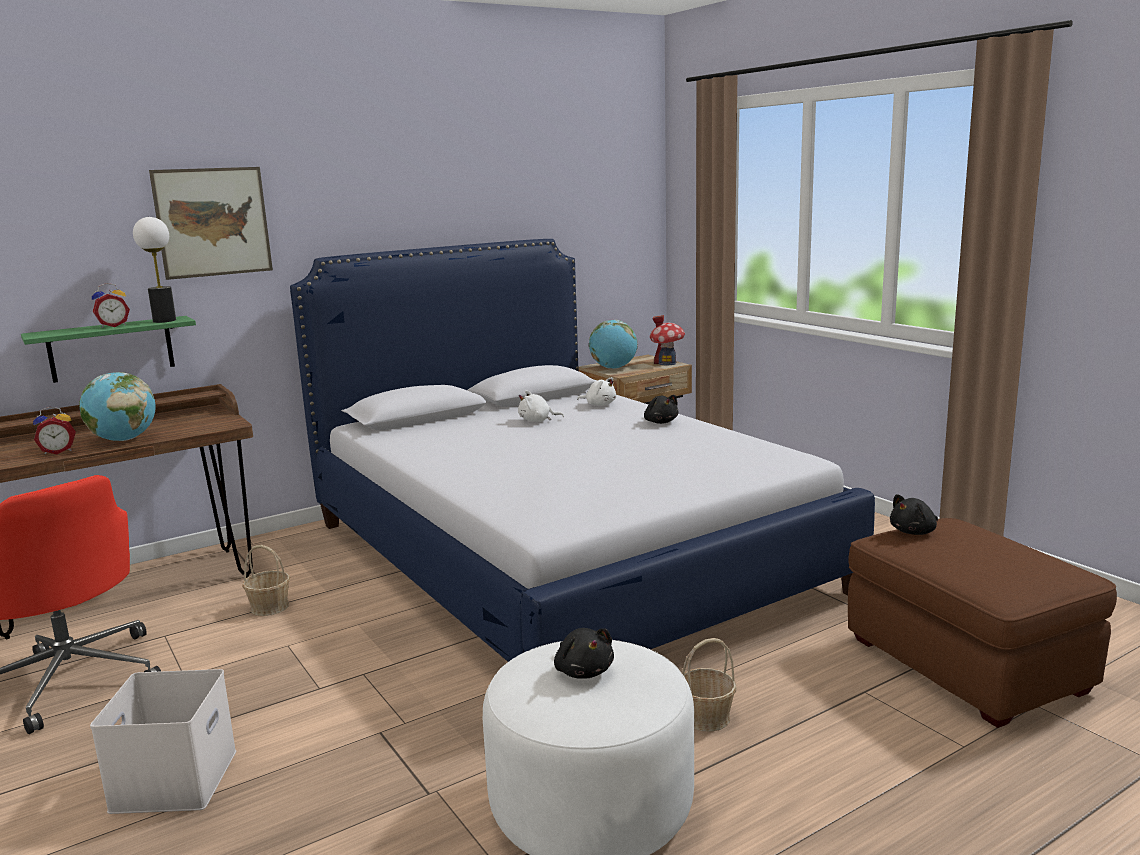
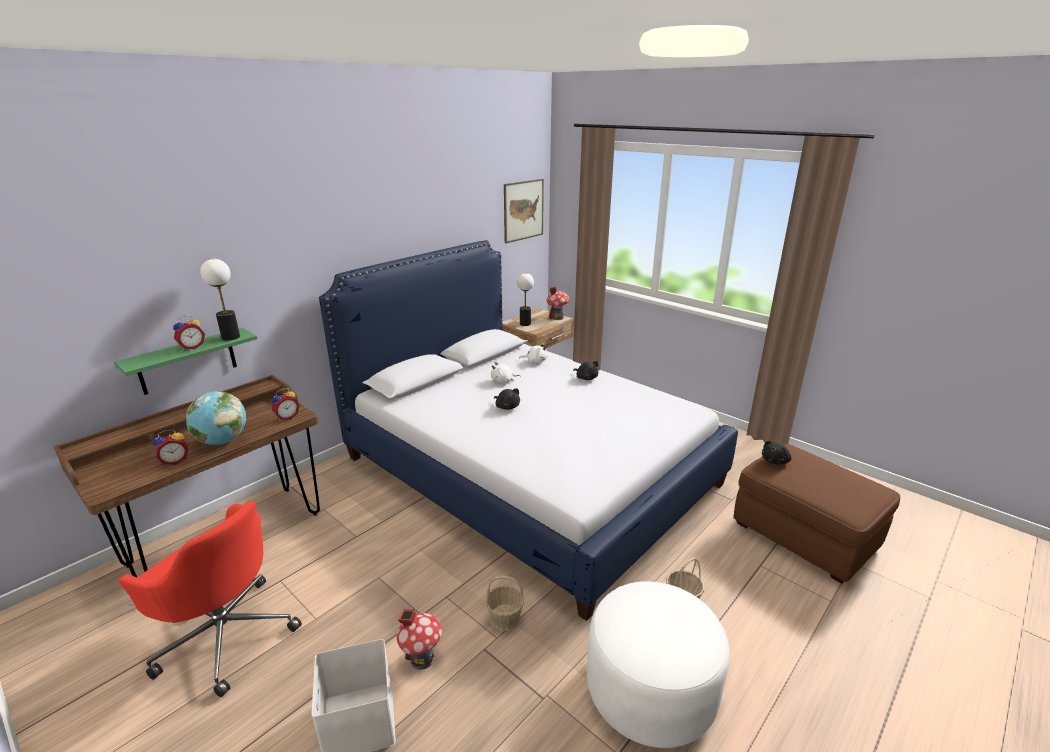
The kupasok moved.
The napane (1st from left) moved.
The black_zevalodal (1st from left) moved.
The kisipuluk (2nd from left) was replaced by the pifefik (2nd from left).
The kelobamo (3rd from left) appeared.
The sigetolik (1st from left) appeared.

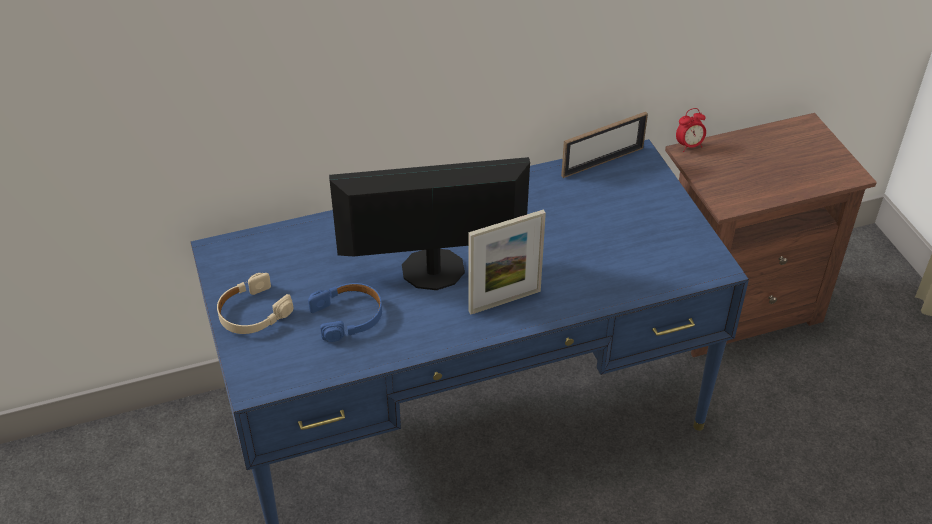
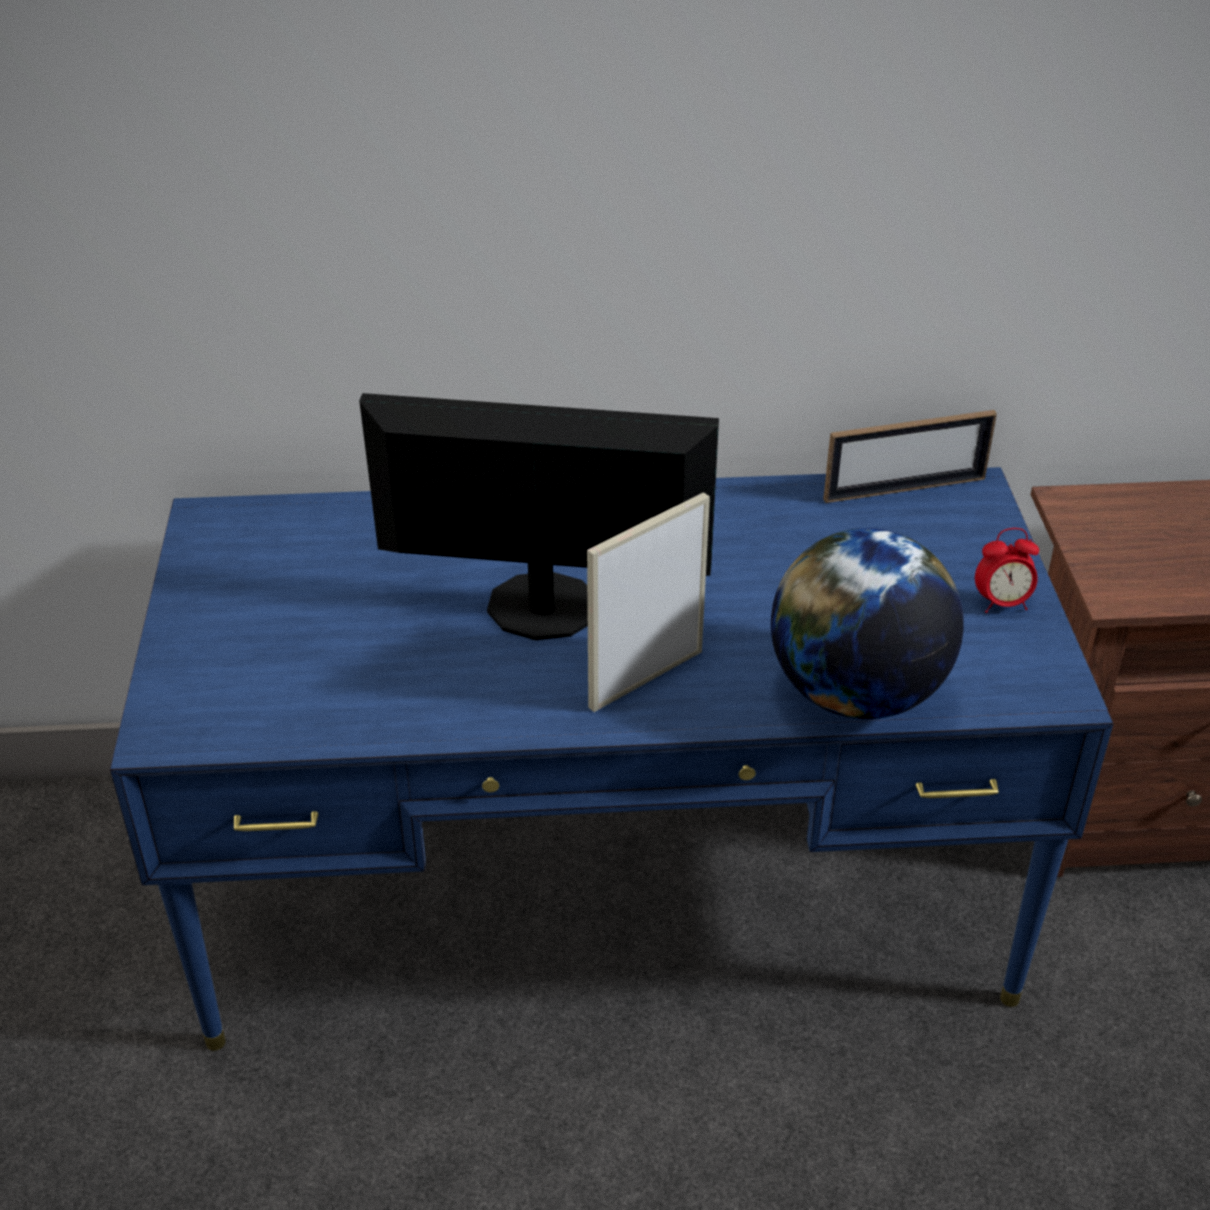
The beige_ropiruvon disappeared.
The blue_ropiruvon disappeared.
The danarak (1st from left) turned 150 degrees clockwise.
The kelobamo moved.
The kisipuluk appeared.

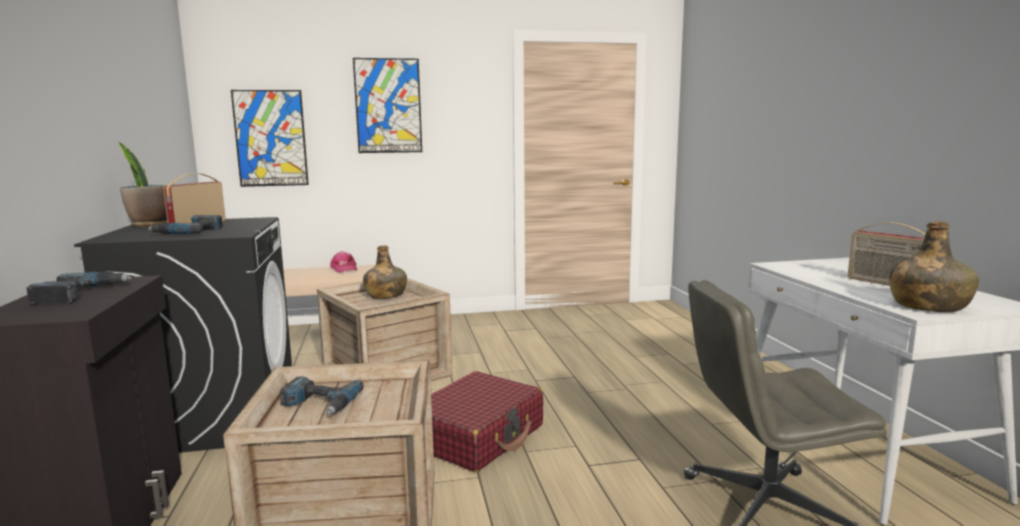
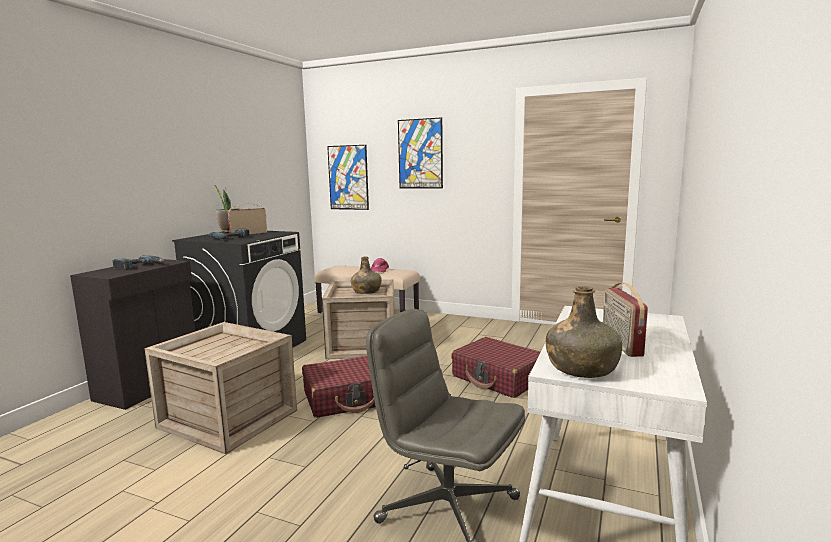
The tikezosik (3rd from left) disappeared.
The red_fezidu (2nd from left) appeared.

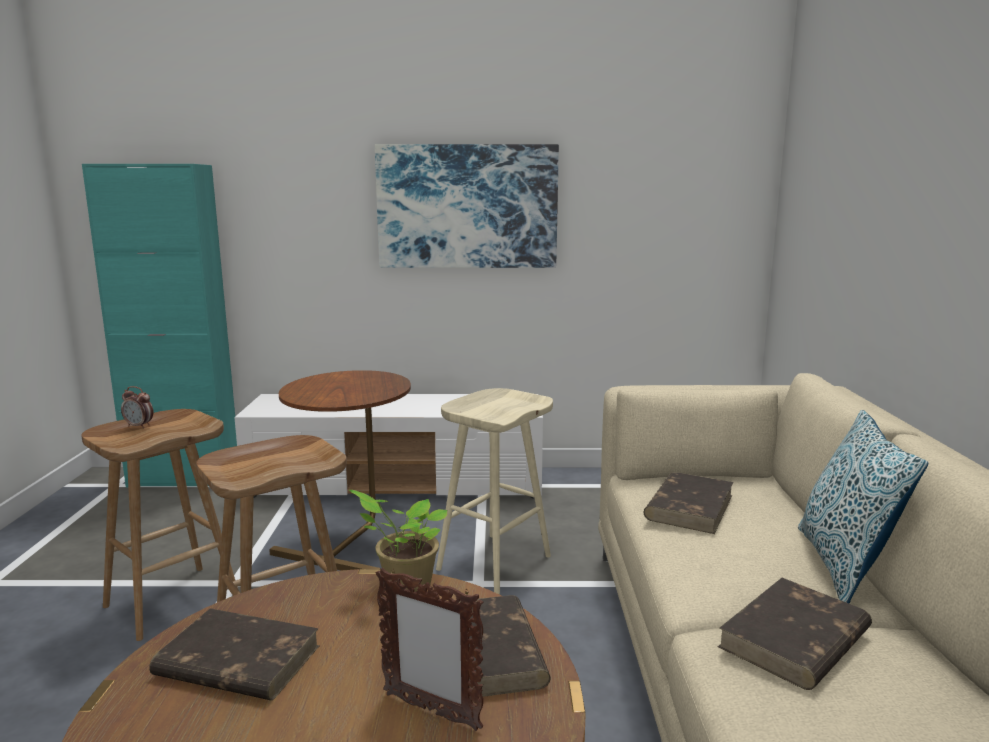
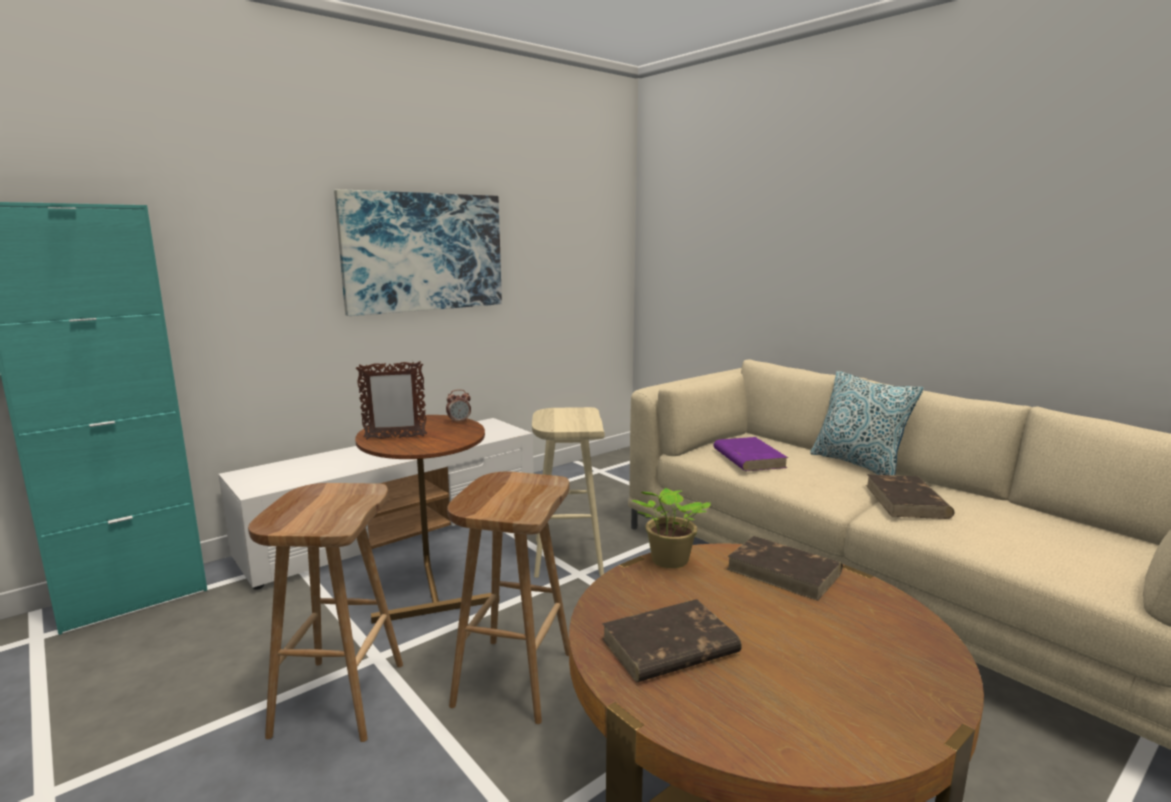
The kelobamo moved.
The danarak moved.
The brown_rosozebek (3rd from left) became the purple_rosozebek.

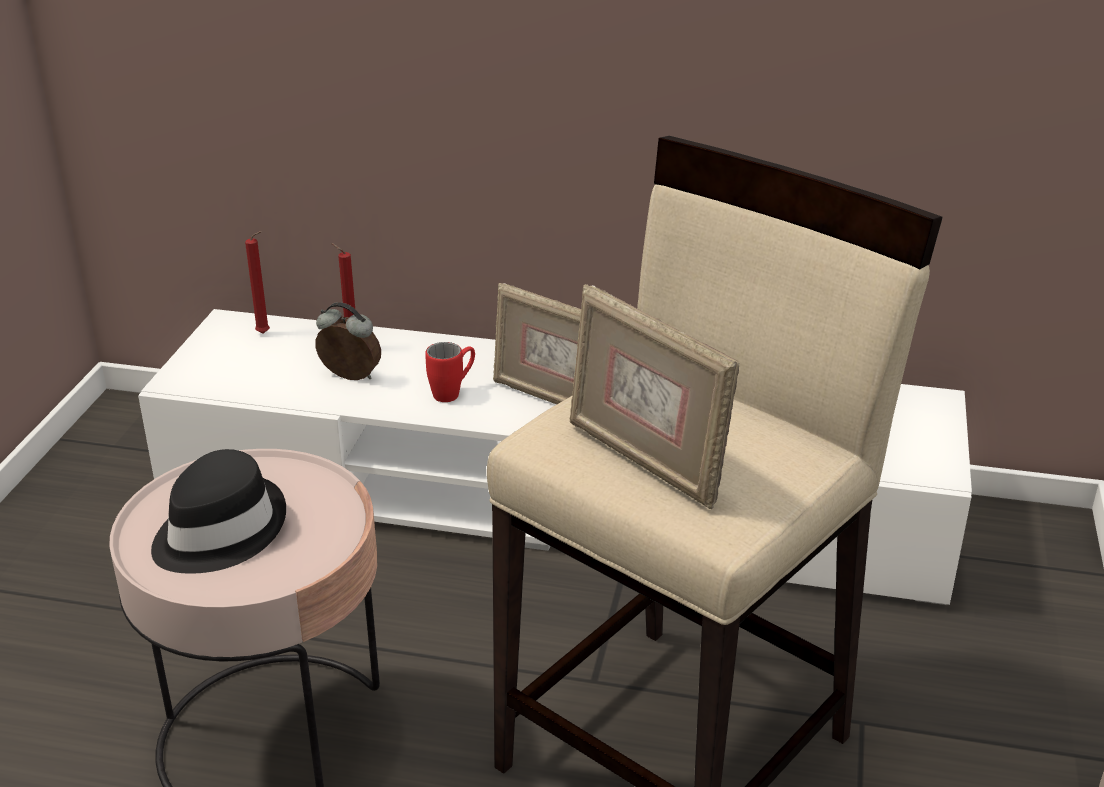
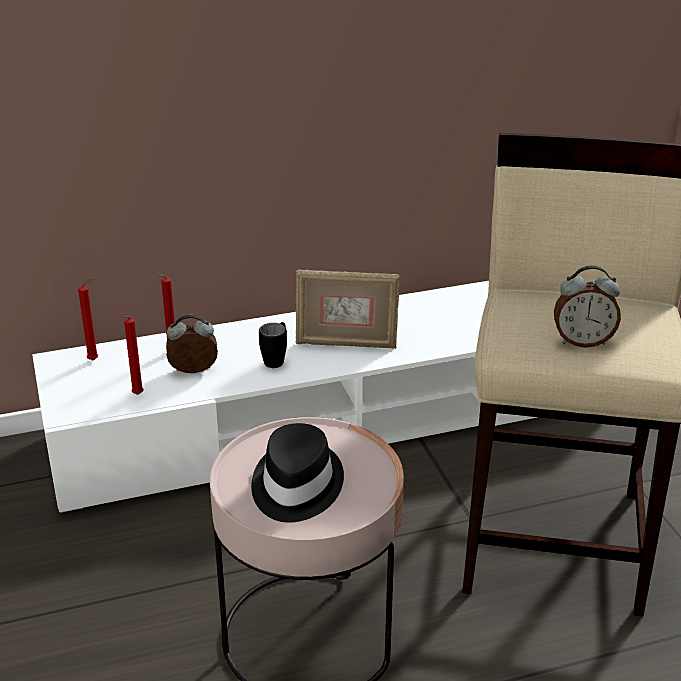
The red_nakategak became the black_nakategak.
The danarak (2nd from left) was replaced by the kelobamo (2nd from left).
The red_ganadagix (2nd from left) appeared.

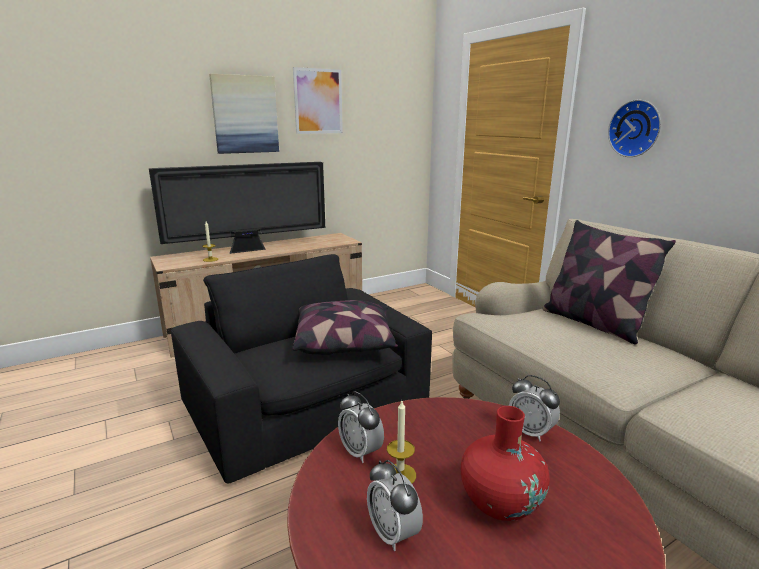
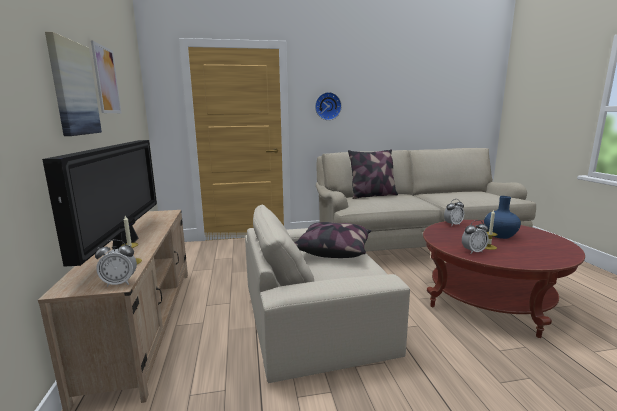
The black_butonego became the beige_butonego.
The kelobamo (2nd from left in the first image) moved.
The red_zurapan became the blue_zurapan.

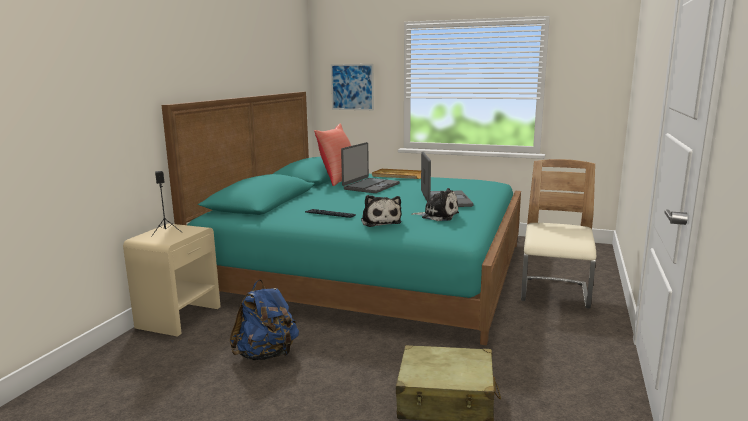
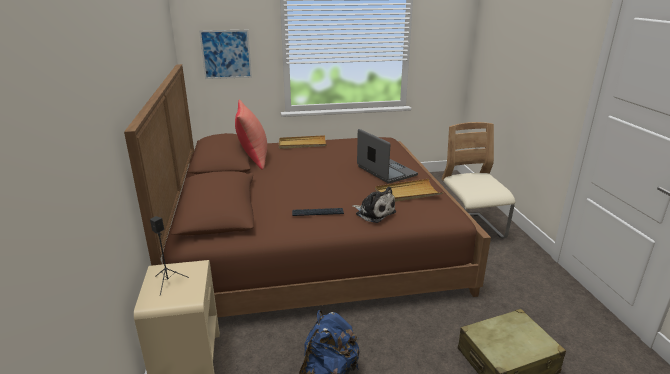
The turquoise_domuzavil became the brown_domuzavil.
The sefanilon (1st from left) disappeared.
The zevalodal (2nd from left) was replaced by the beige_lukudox (2nd from left).

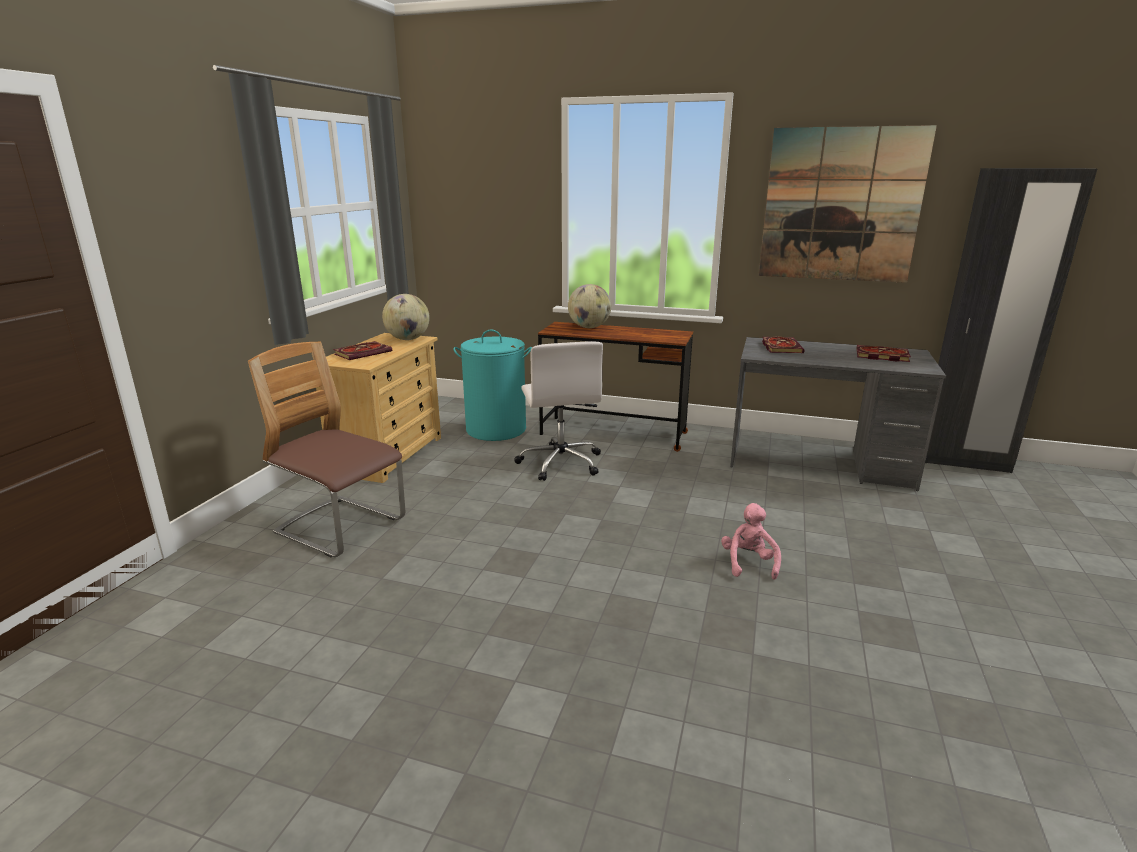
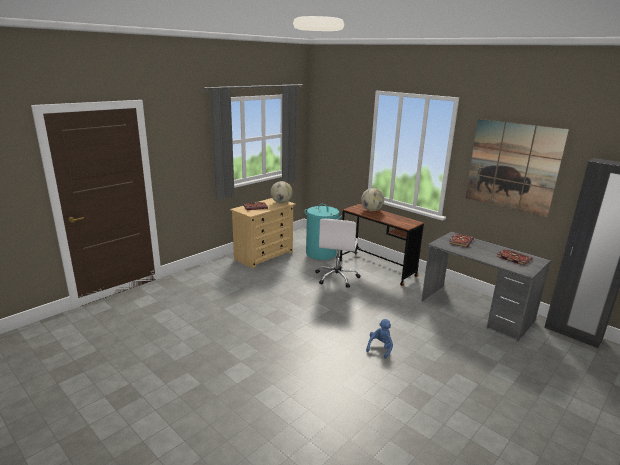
The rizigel disappeared.
The pink_zevalodal became the blue_zevalodal.

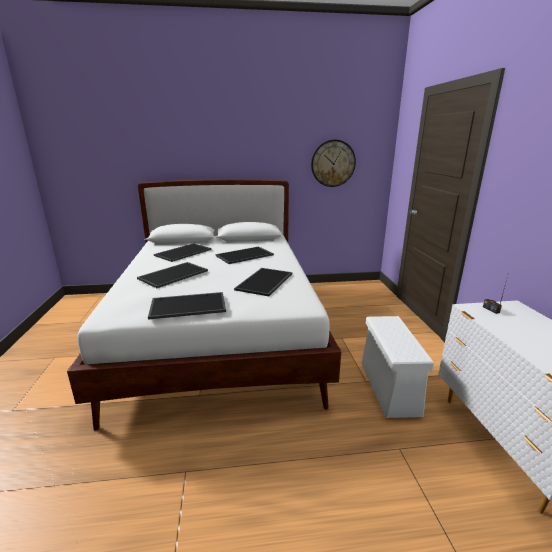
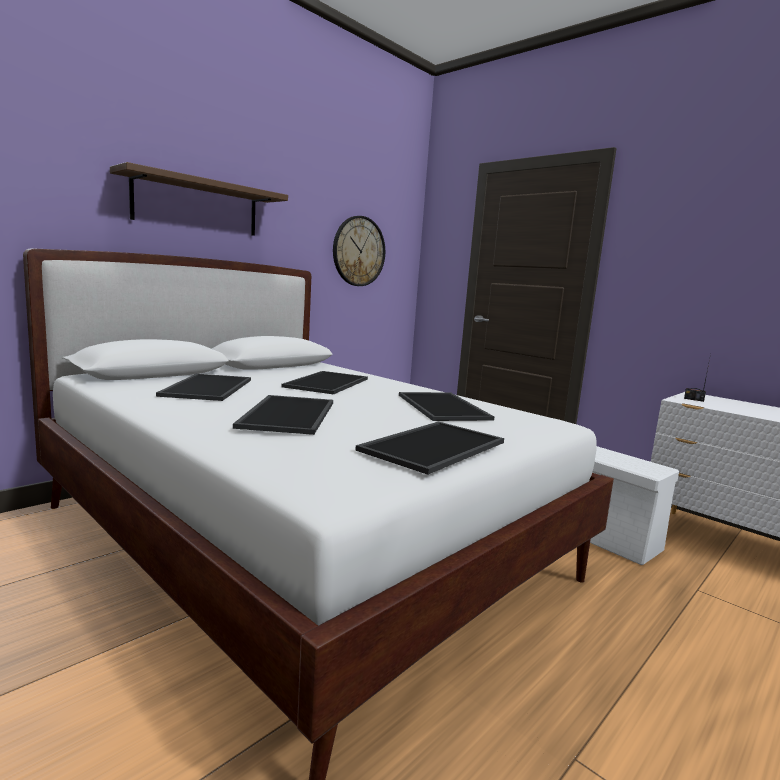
The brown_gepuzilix appeared.

